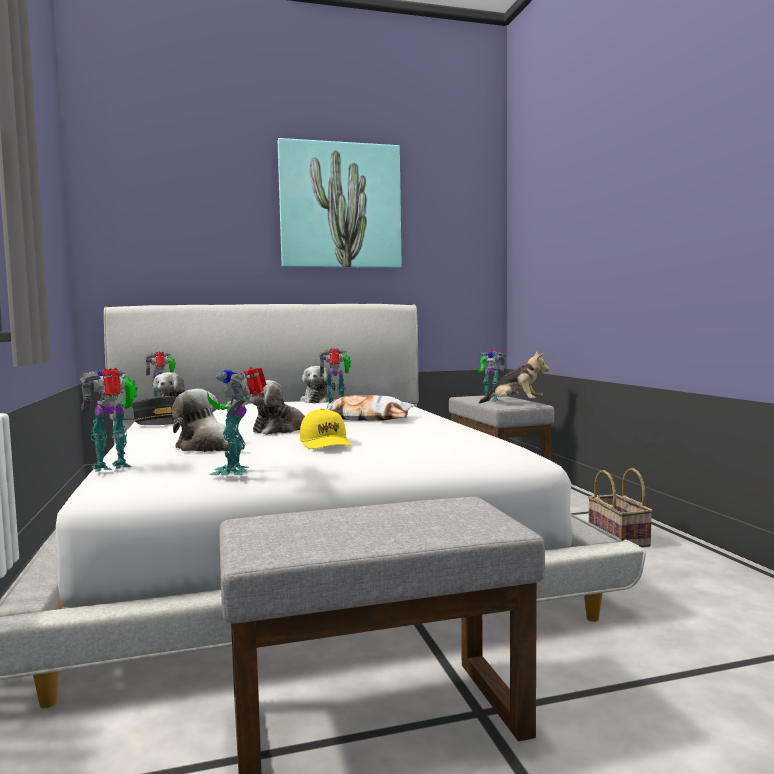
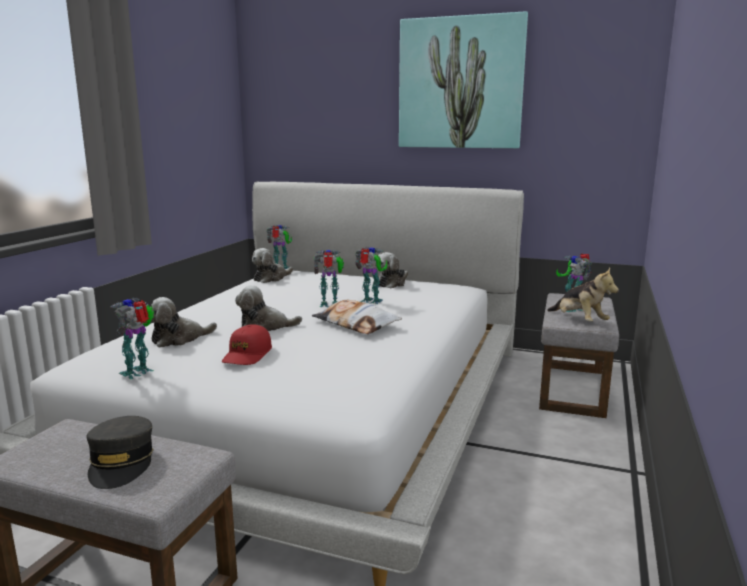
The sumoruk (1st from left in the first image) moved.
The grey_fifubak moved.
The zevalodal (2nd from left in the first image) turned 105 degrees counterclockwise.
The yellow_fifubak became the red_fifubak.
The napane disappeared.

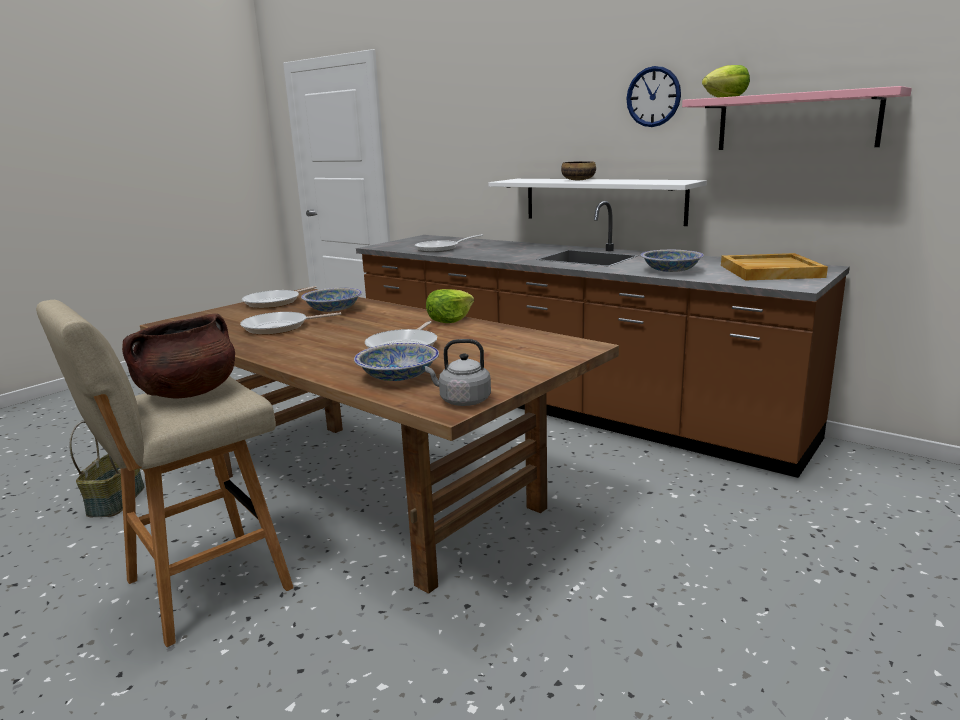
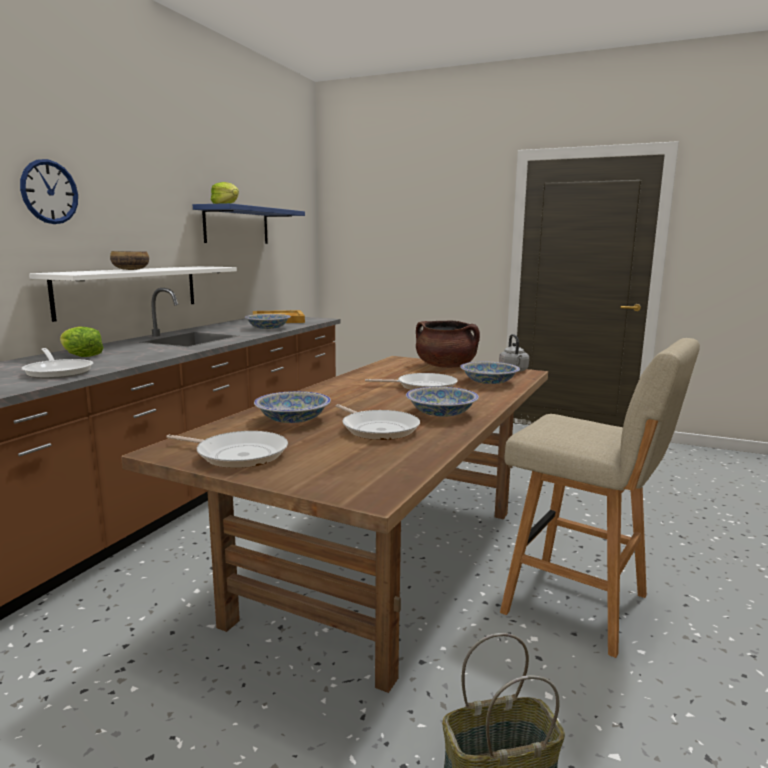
The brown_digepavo moved.
The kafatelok (1st from left) moved.
The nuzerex moved.
The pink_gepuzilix became the blue_gepuzilix.
The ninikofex (4th from left) appeared.

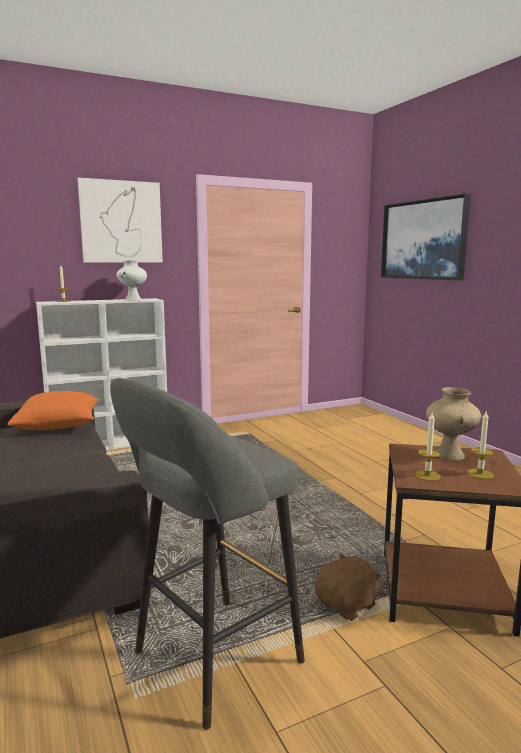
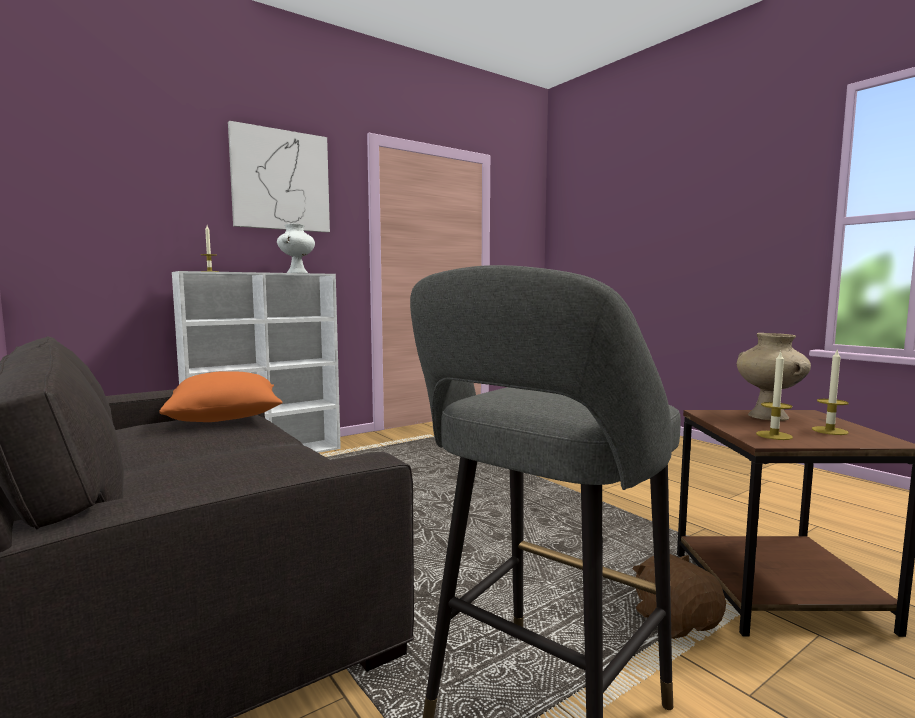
The brown_zevalodal turned 60 degrees counterclockwise.
The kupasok (2nd from left) disappeared.

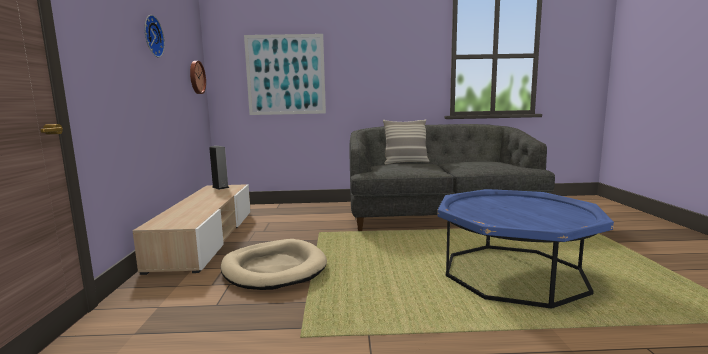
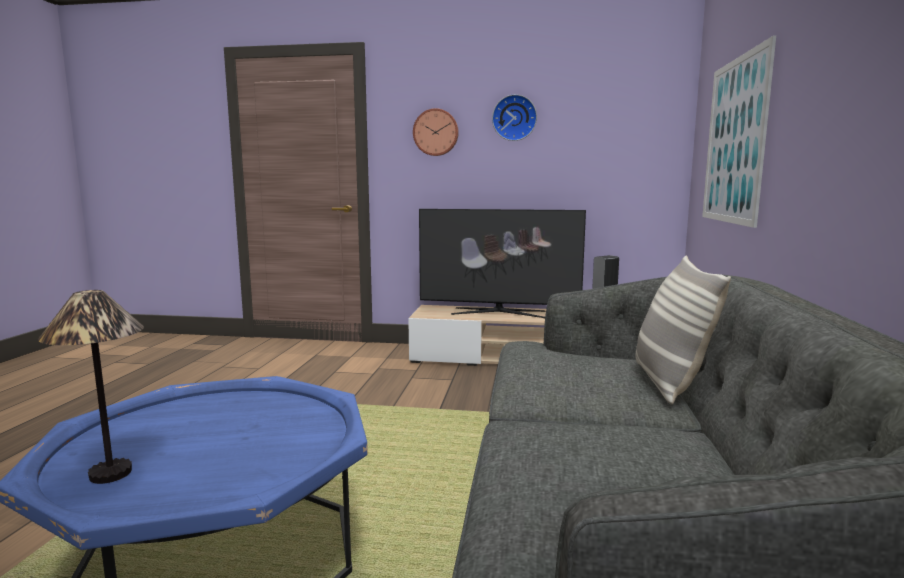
The nuzerex (2nd from left in the first image) moved.
The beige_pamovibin disappeared.
The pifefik appeared.
The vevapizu appeared.

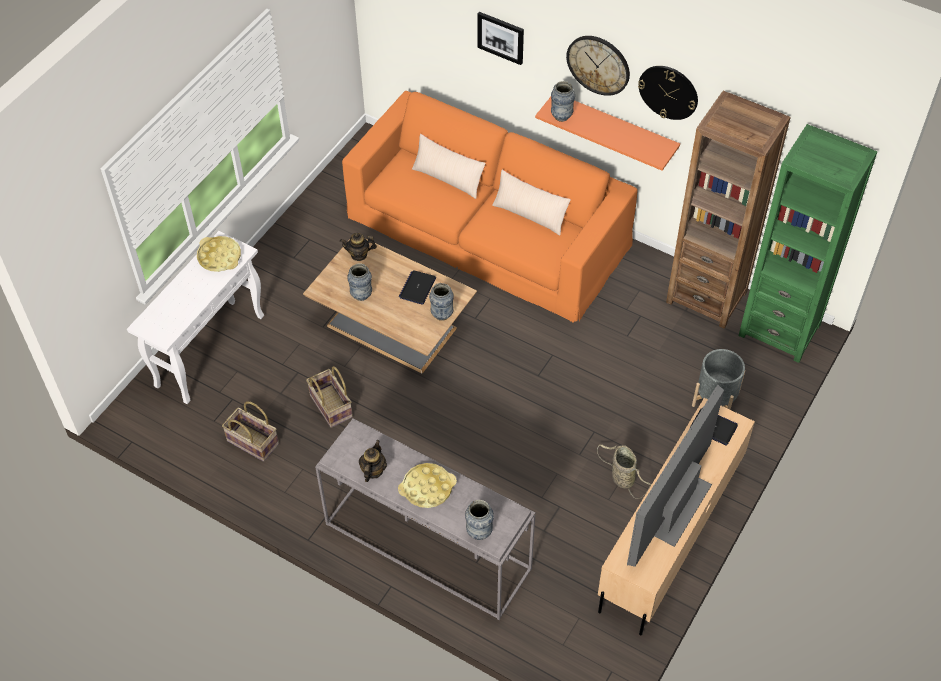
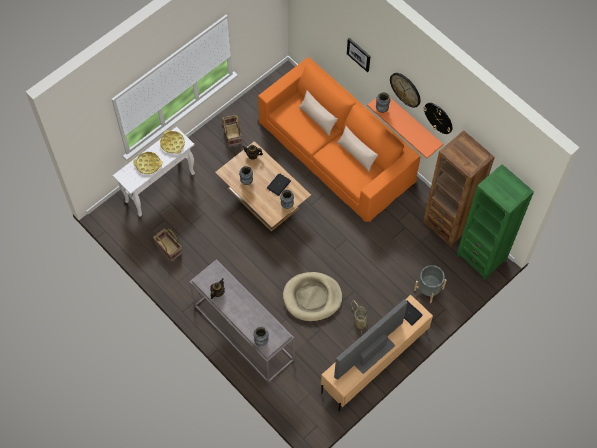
The napane (2nd from left) moved.
The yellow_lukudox (2nd from left in the first image) moved.
The beige_pamovibin appeared.

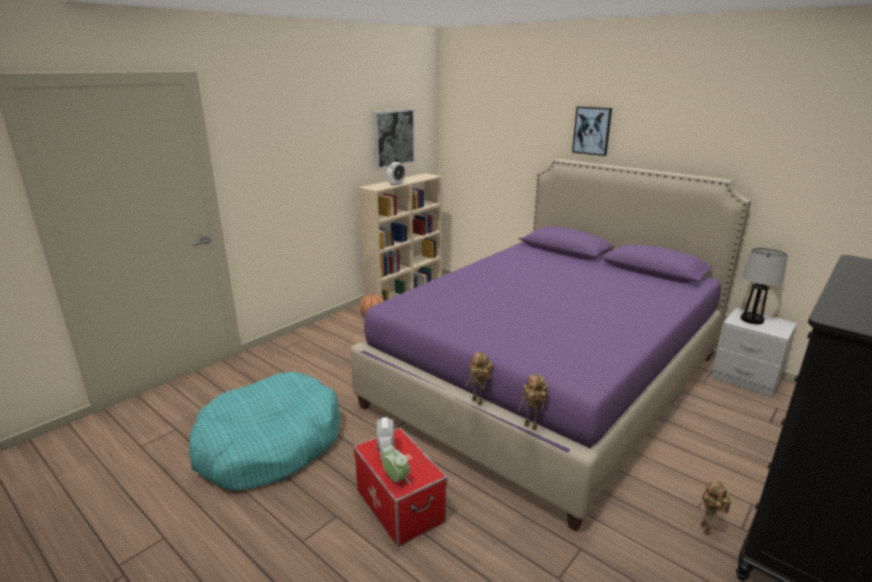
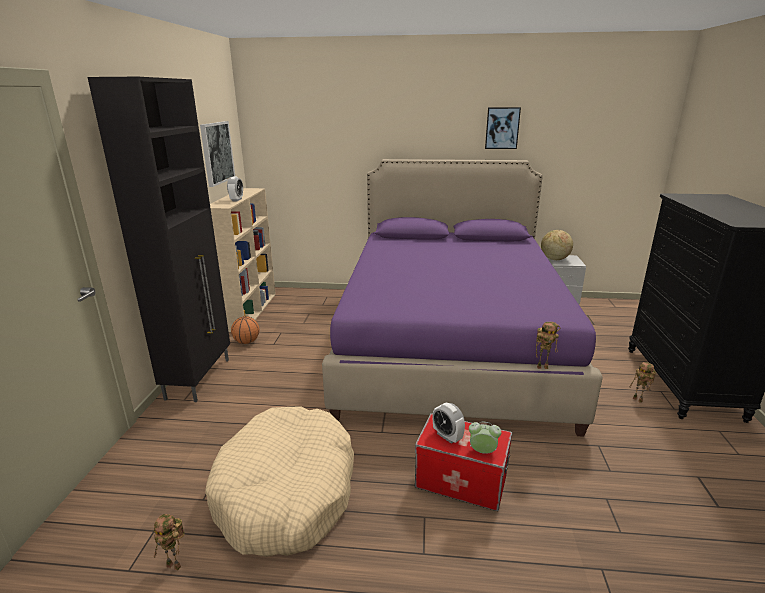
The turquoise_pamovibin became the beige_pamovibin.
The sumoruk (1st from left) moved.
The kupasok (2nd from left) moved.
The pifefik was replaced by the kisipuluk.
The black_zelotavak appeared.

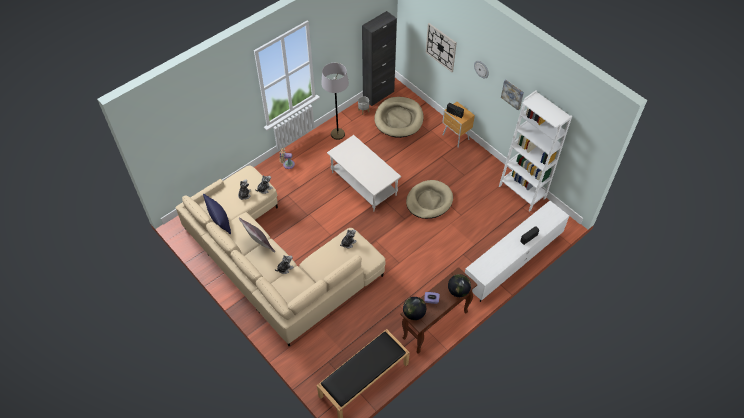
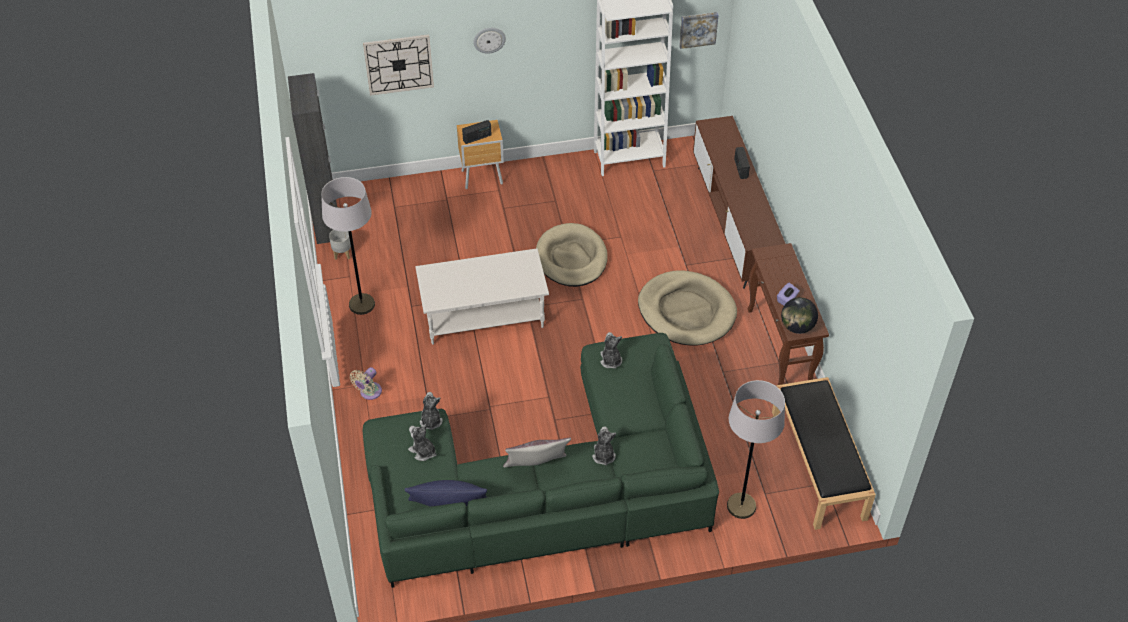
The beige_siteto became the green_siteto.
The beige_pamovibin (1st from left in the first image) moved.
The kisipuluk (2nd from left) disappeared.
The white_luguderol became the brown_luguderol.
The kupasok moved.
The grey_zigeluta (2nd from left) appeared.

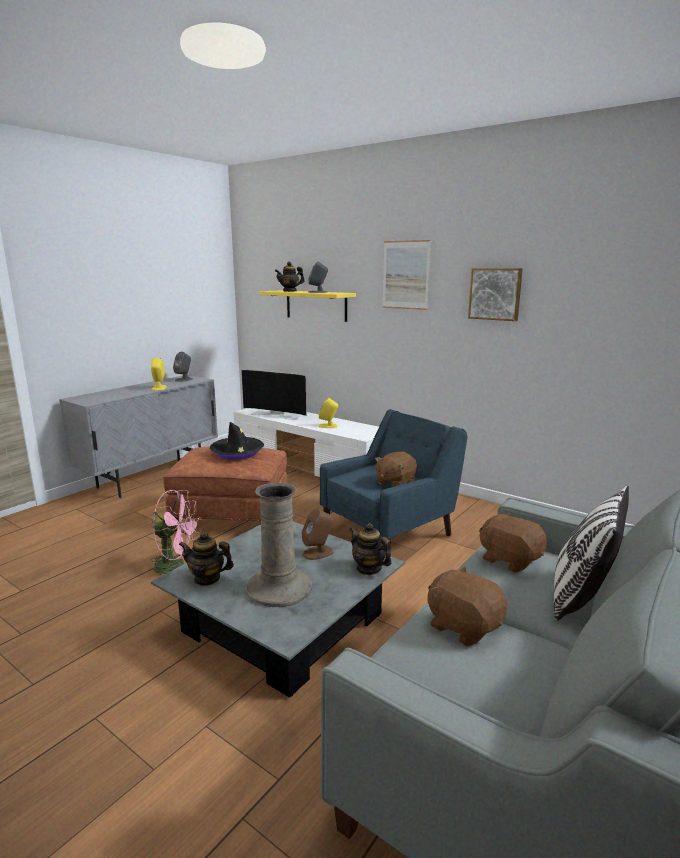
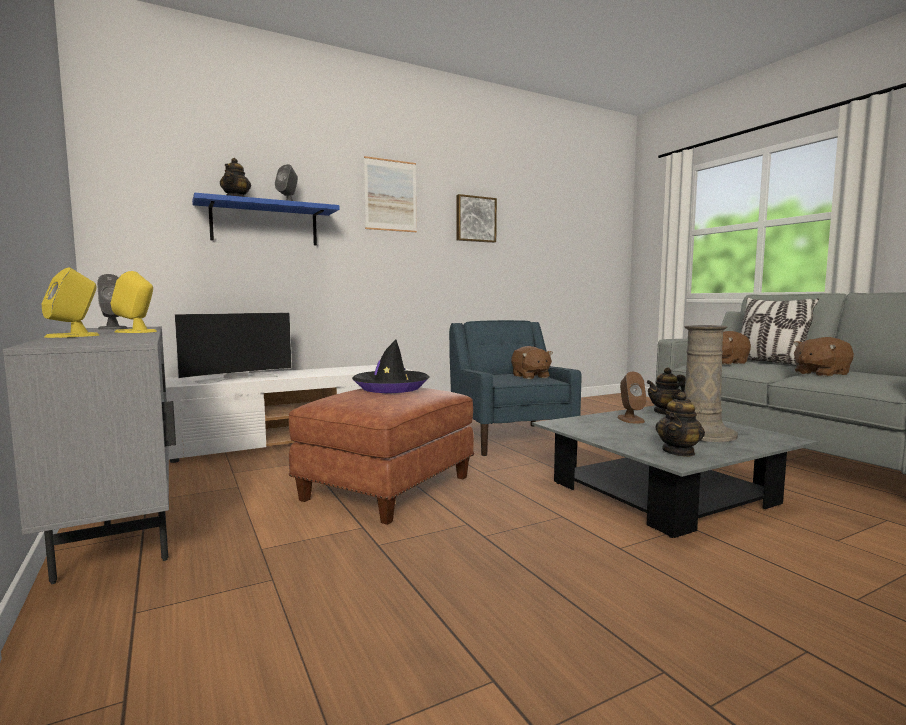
The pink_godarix disappeared.
The yellow_gepuzilix became the blue_gepuzilix.
The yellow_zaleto (2nd from left in the first image) moved.

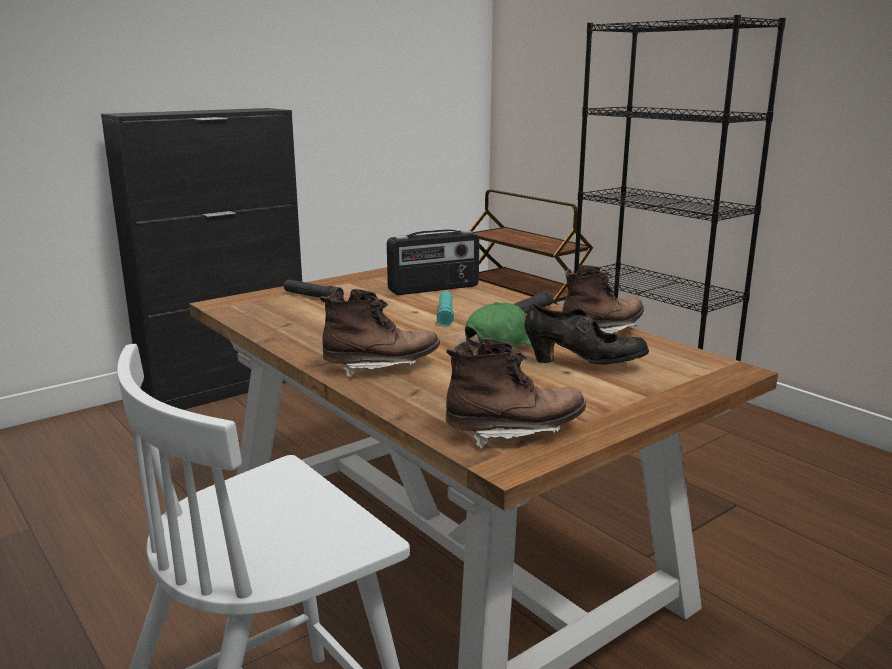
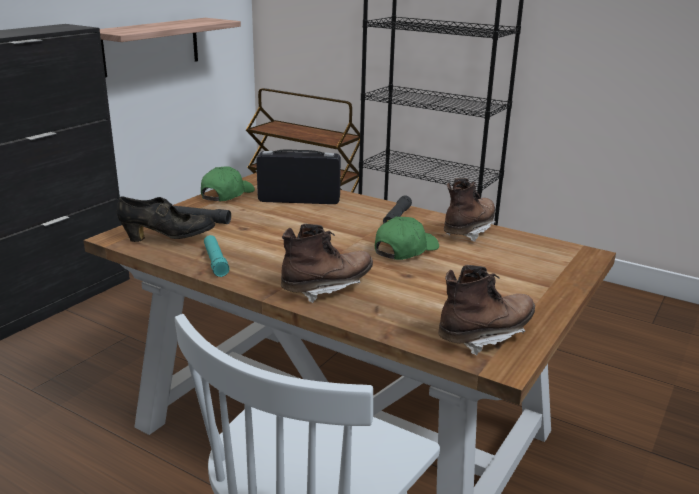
The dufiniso turned 135 degrees counterclockwise.
The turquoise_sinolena moved.
The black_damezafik moved.
The gepuzilix appeared.
The green_fifubak (1st from left) appeared.

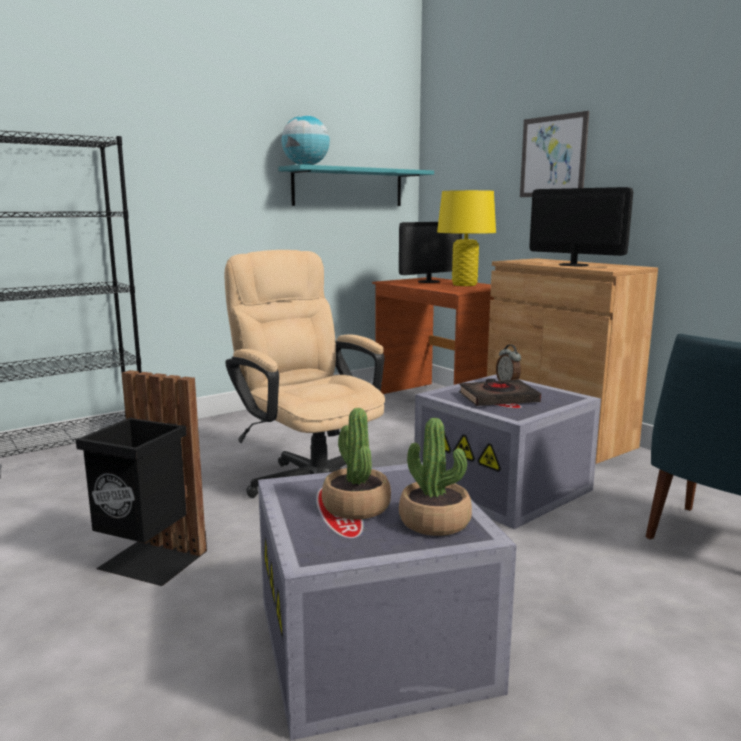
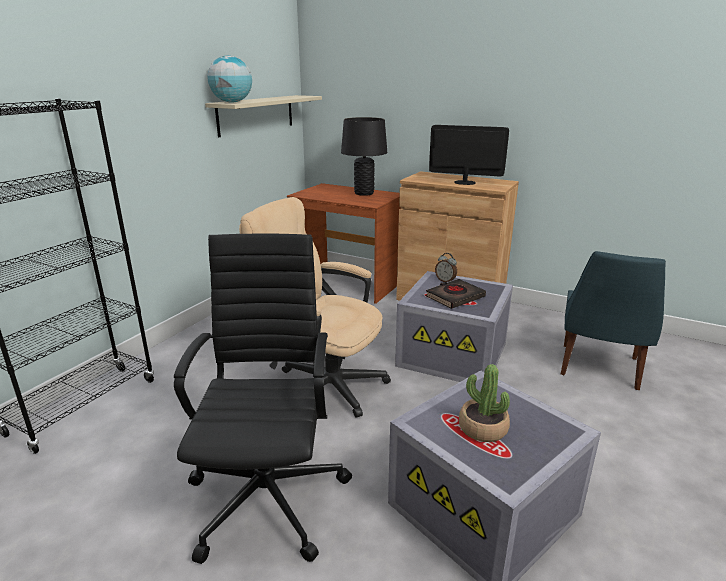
The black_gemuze was replaced by the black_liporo.
The turquoise_gepuzilix became the beige_gepuzilix.
The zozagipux (1st from left) disappeared.
The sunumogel (2nd from left) disappeared.
The yellow_pifefik became the black_pifefik.
The kupasok disappeared.

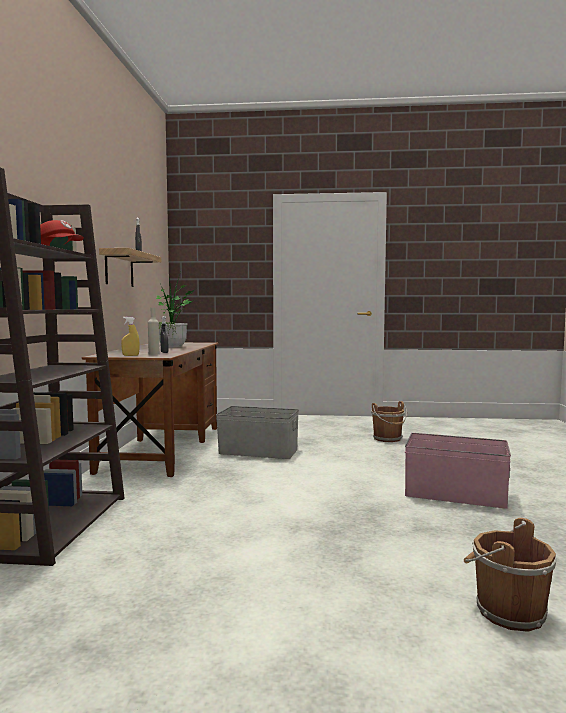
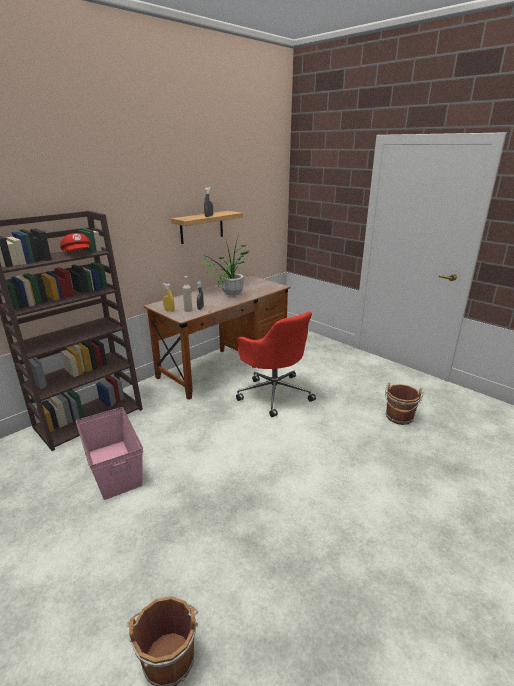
The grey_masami was replaced by the red_liporo.
The pink_masami moved.

